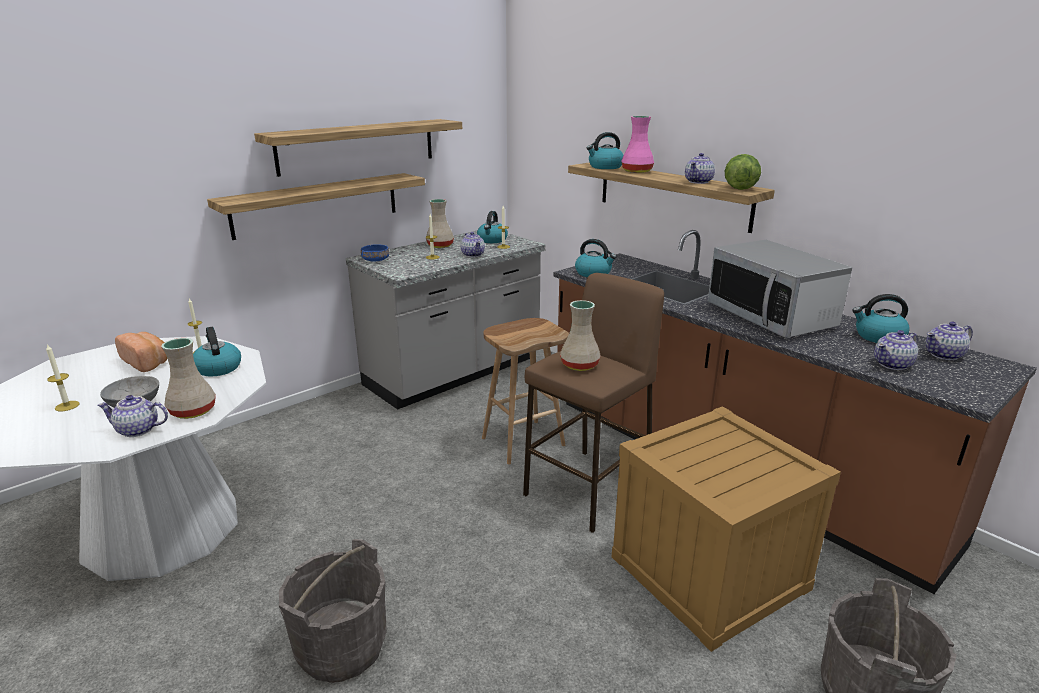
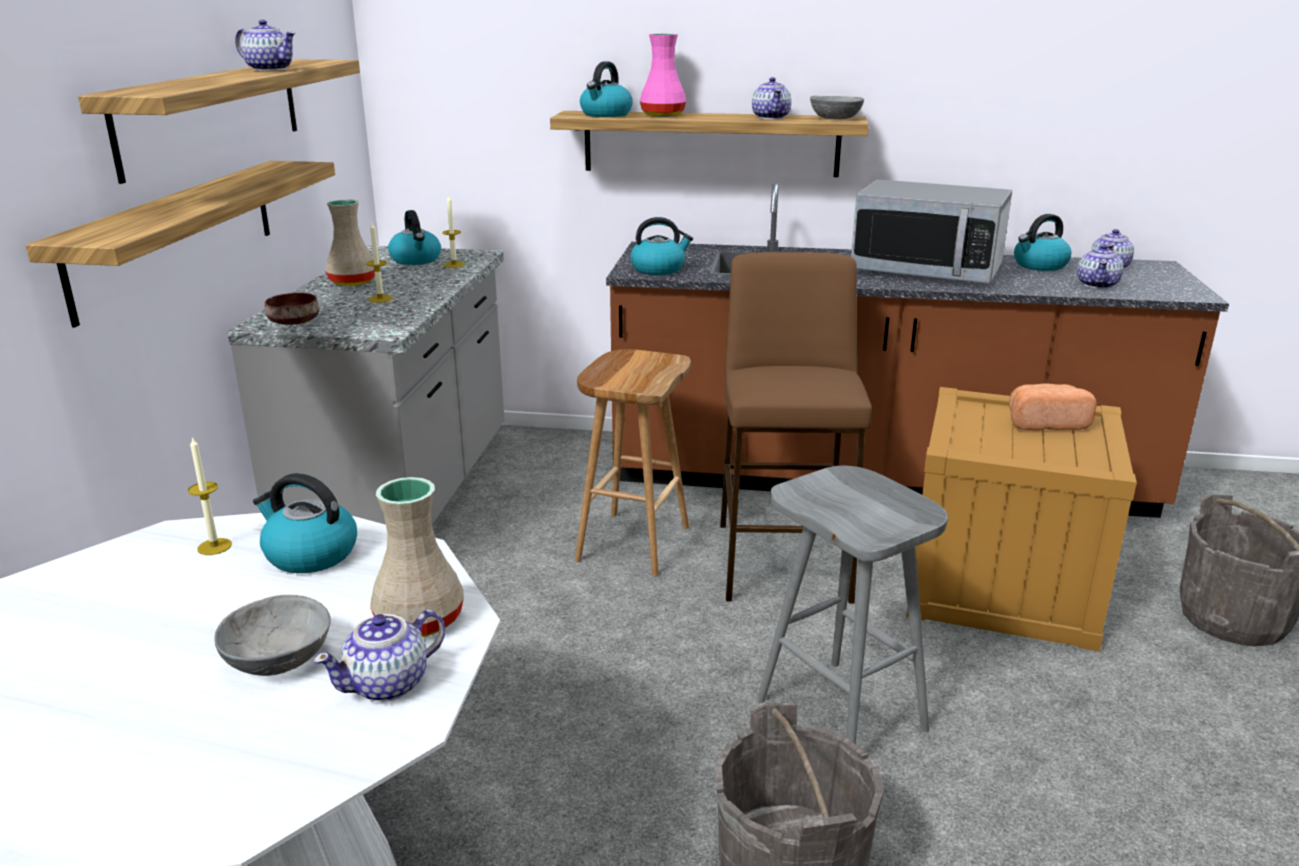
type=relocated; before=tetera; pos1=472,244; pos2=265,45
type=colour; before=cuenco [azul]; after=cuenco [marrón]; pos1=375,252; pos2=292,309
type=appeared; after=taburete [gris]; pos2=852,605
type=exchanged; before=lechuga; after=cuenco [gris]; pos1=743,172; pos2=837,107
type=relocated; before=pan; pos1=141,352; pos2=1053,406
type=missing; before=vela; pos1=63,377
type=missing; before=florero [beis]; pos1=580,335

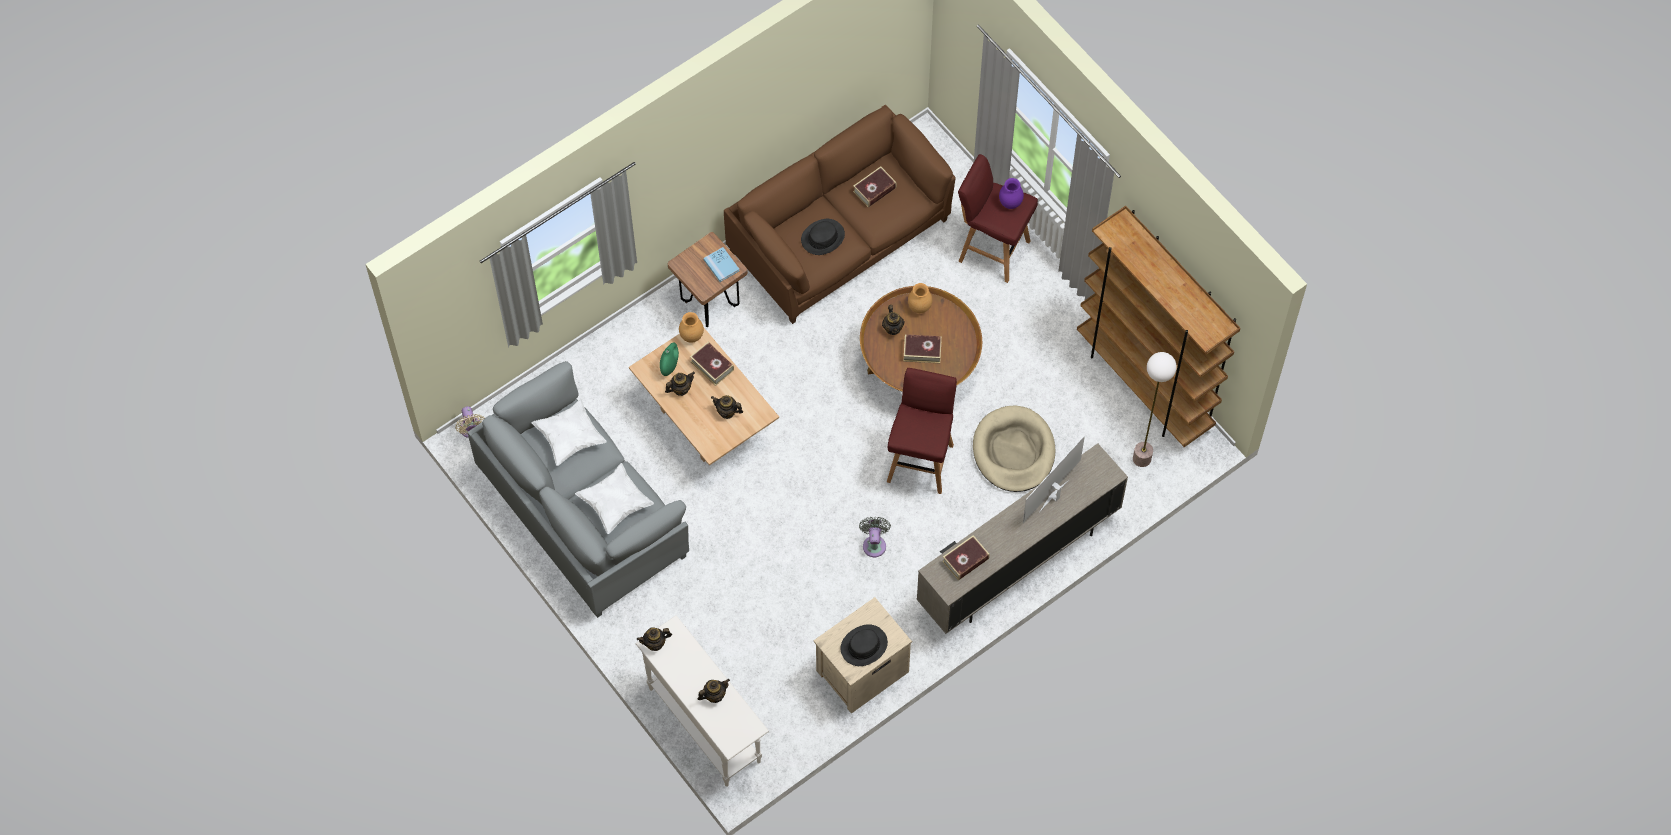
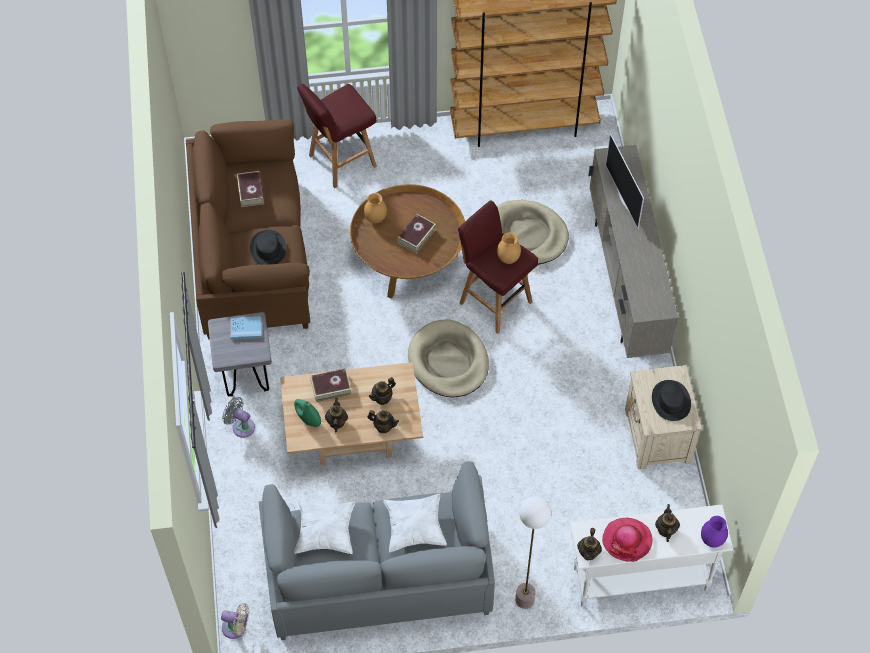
type=colour; before=taburete [marrón]; after=taburete [gris]; pos1=707,279; pos2=240,354
type=relocated; before=ventilador [gris]; pos1=875,537; pos2=238,417
type=relocated; before=tetera; pos1=893,320; pos2=383,421
type=appeared; after=cama para perro [beis]; pos2=448,358
type=relocated; before=florero [marrón]; pos1=691,327; pos2=509,248
type=relocated; before=lámpara de pie; pos1=1155,409; pos2=533,552
type=appeared; after=sombrero; pos2=627,540
type=relocated; before=florero [morado]; pos1=1011,193; pos2=714,531
type=missing; before=libro; pos1=966,557

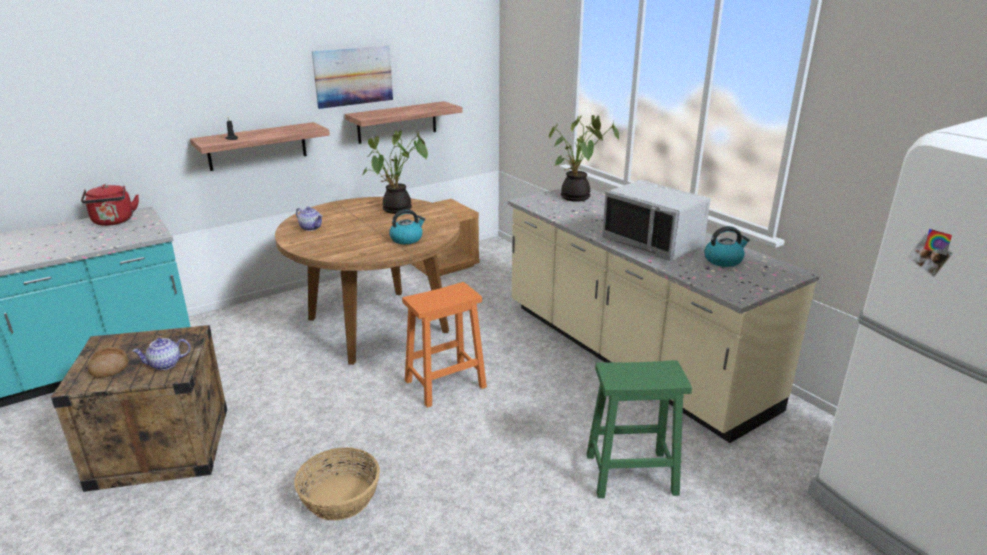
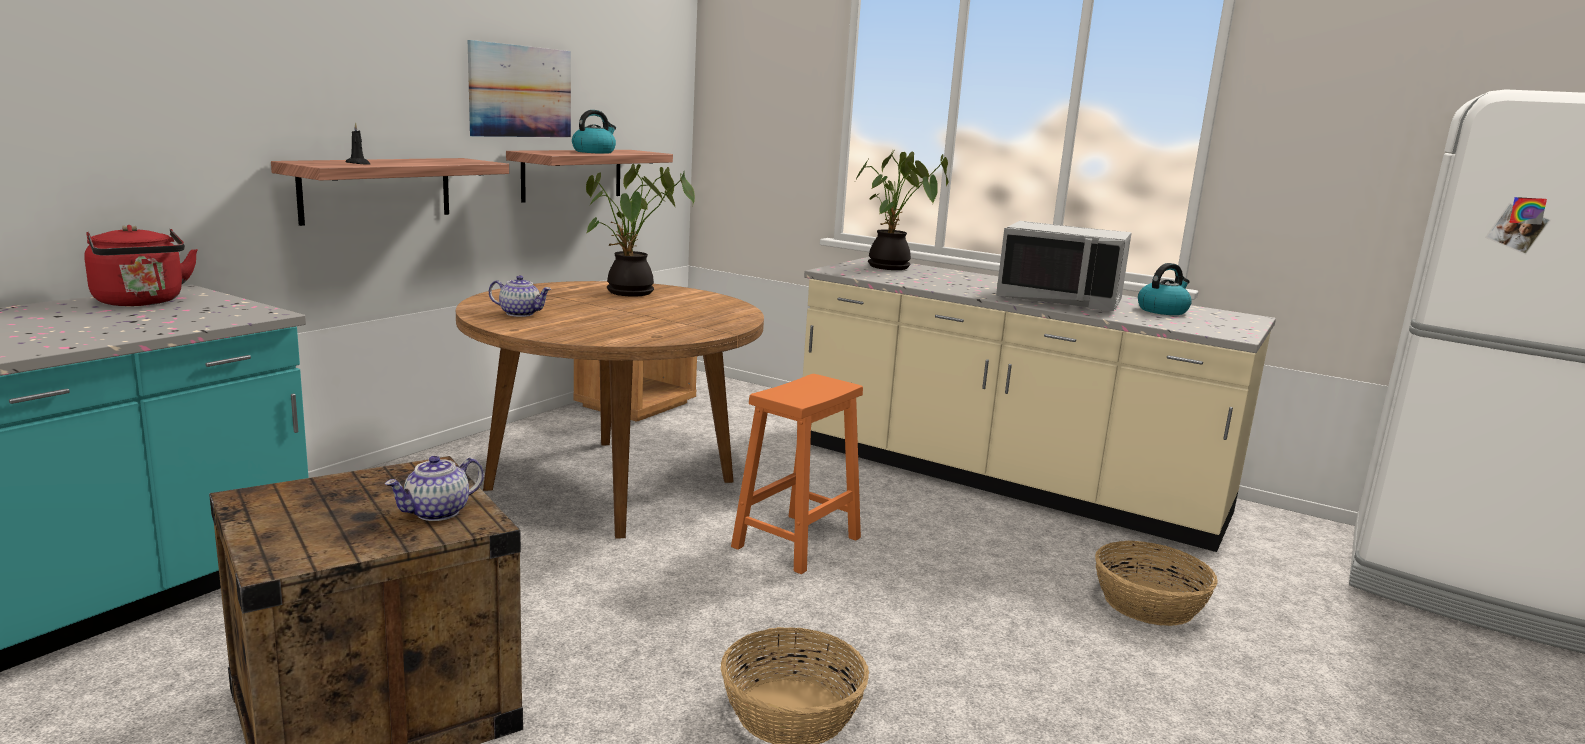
type=relocated; before=hervidor; pos1=407,226; pos2=594,132
type=exchanged; before=taburete [verde]; after=cesta; pos1=639,429; pos2=1156,583
type=missing; before=pan; pos1=108,362

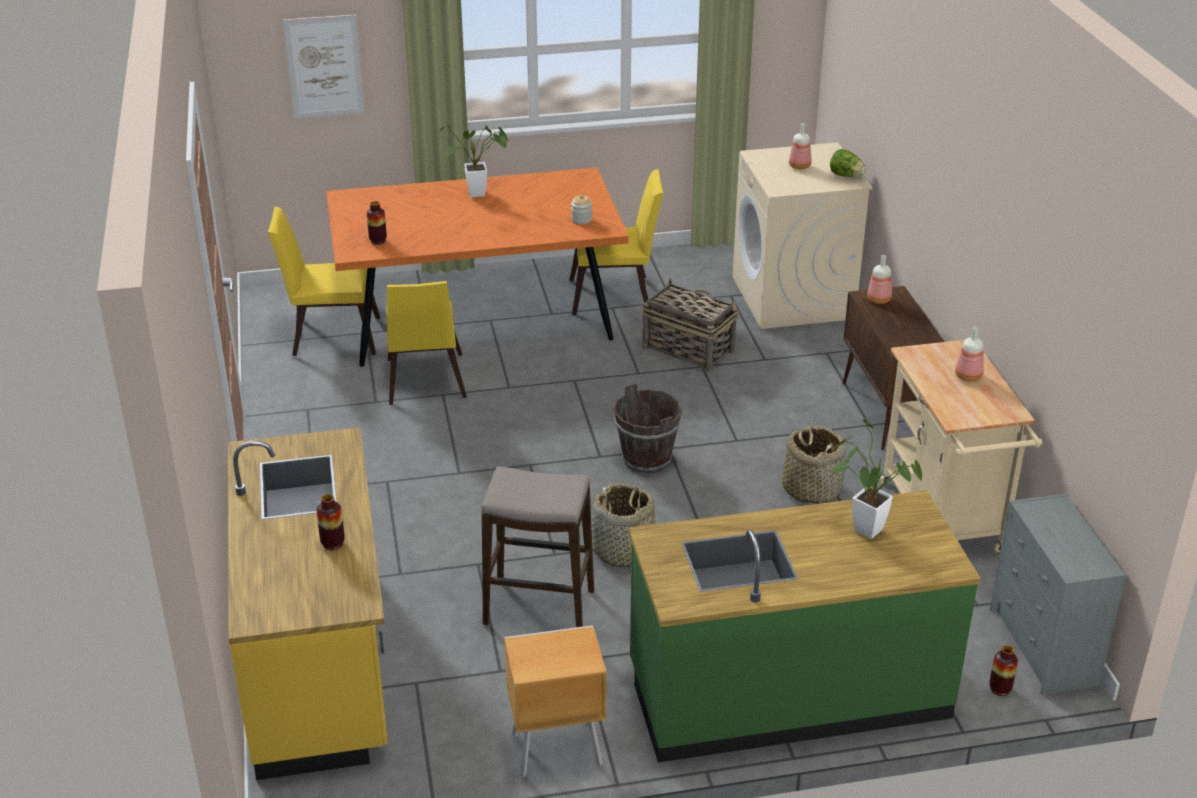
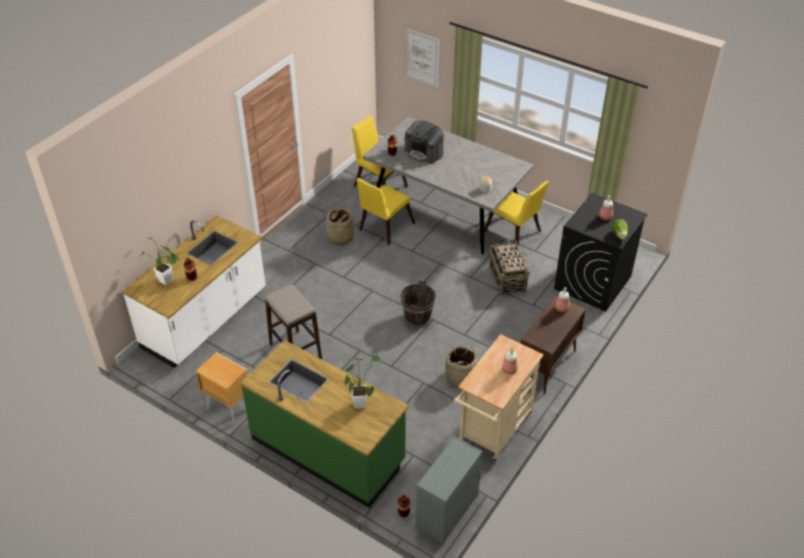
type=colour; before=mueble bajo de cocina [amarillo]; after=mueble bajo de cocina [blanco]; pos1=308,603; pos2=194,291
type=relocated; before=planta en maceta; pos1=474,160; pos2=160,261
type=relocated; before=cesta; pos1=623,525; pos2=340,226
type=colour; before=mesa de comedor [naranja]; after=mesa de comedor [gris]; pos1=477,267; pos2=448,185
type=appeared; after=cafetera; pos2=424,142
type=colour; before=lavadora [beis]; after=lavadora [negro]; pos1=803,235; pos2=601,252

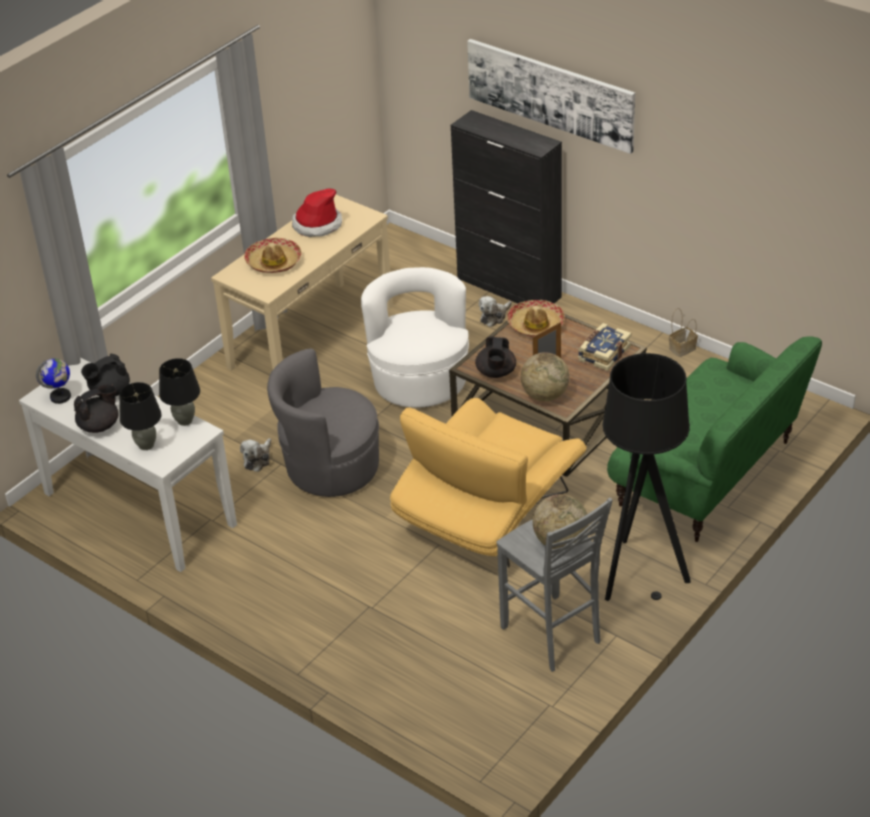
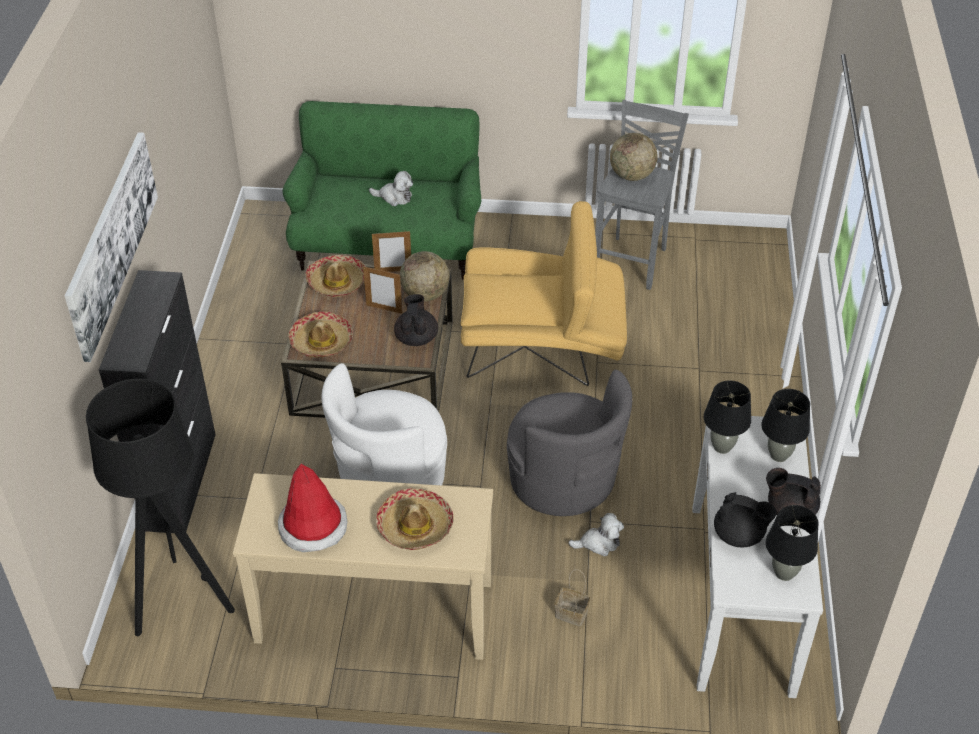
type=relocated; before=lámpara de pie [negro]; pos1=646,477; pos2=160,508
type=exchanged; before=libro; after=sombrero; pos1=604,347; pos2=335,276
type=relocated; before=peluche; pos1=495,311; pos2=391,188
type=appeared; after=portarretratos; pos2=391,251
type=spun; before=tetera [negro]; pos1=495,357; pos2=416,320; turn=-60
type=relocated; before=cesta; pos1=683,332; pos2=572,597
type=exchanged; before=globo terráqueo; after=lámpara de mesa [negro]; pos1=53,381; pos2=792,543

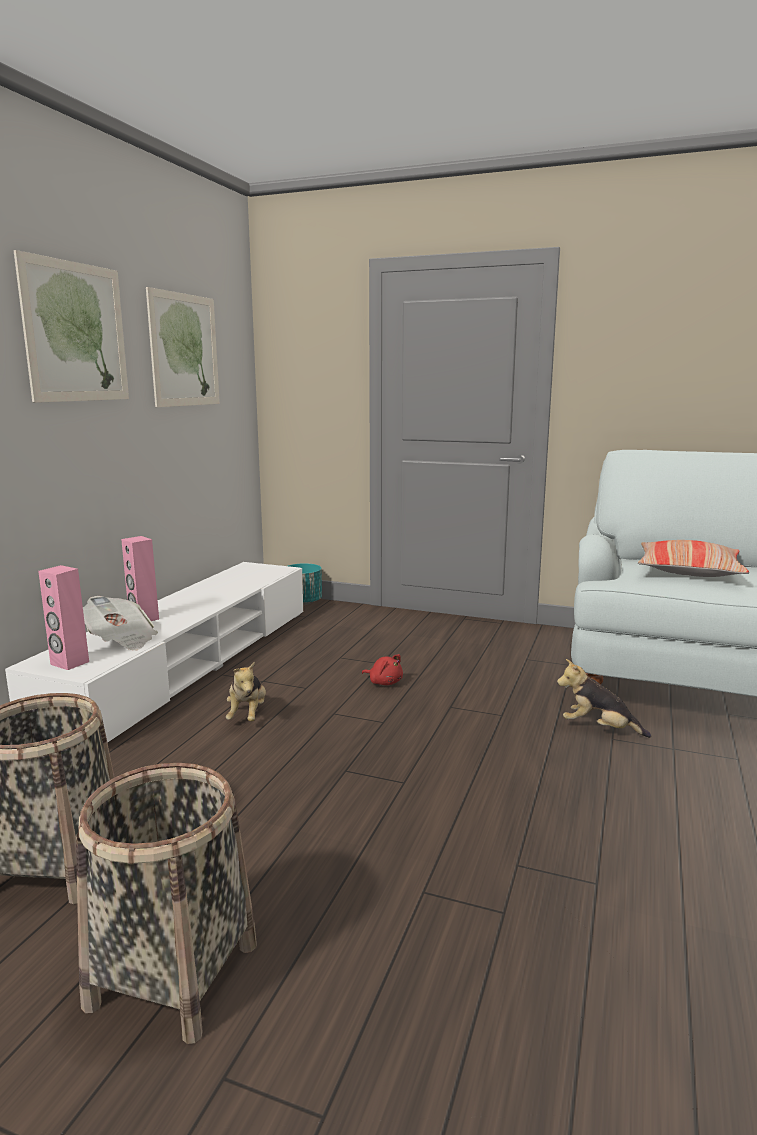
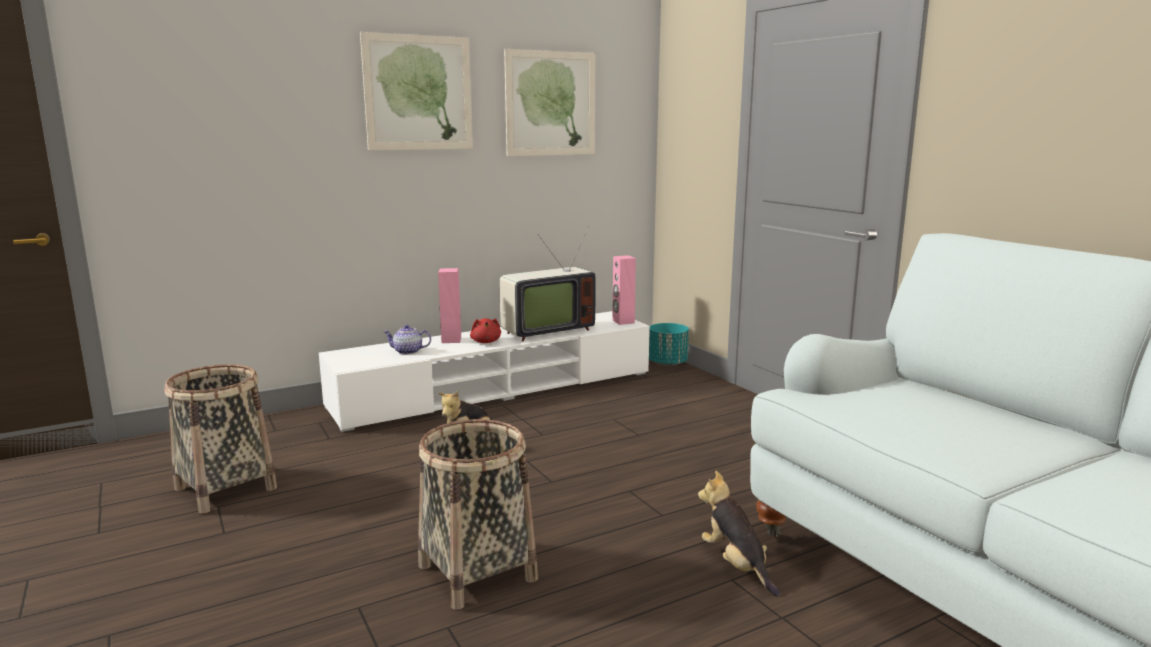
type=exchanged; before=periódico; after=tetera; pos1=120,623; pos2=407,340
type=relocated; before=cesta; pos1=166,903; pos2=478,514
type=relocated; before=peluche [rojo]; pos1=382,669; pos2=485,330
type=appeared; after=televisor; pos2=547,283
type=relocated; before=altavoz [rosa]; pos1=63,617; pos2=624,290
type=missing; before=cojín; pos1=693,558

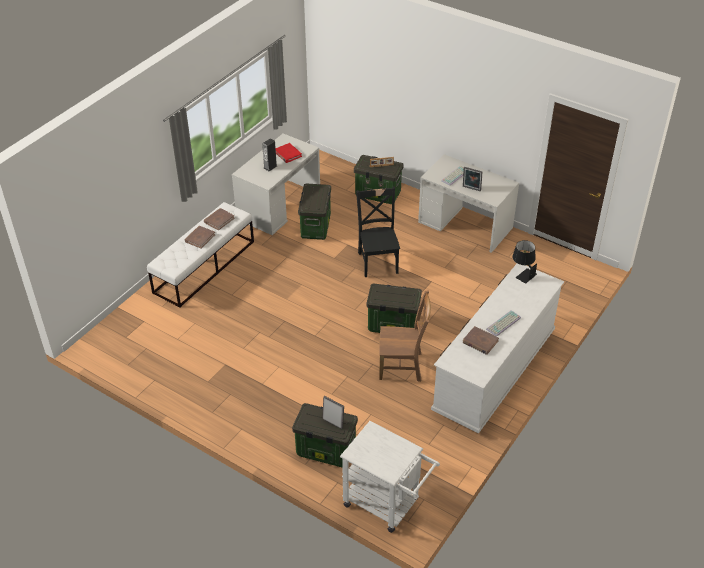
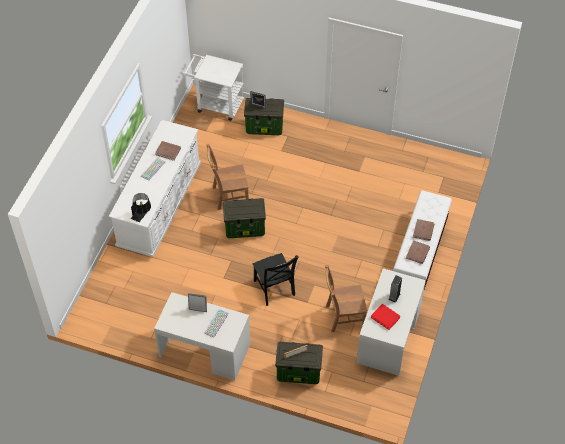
type=exchanged; before=caja de almacenaje; after=silla [marrón]; pos1=314,211; pos2=346,298

